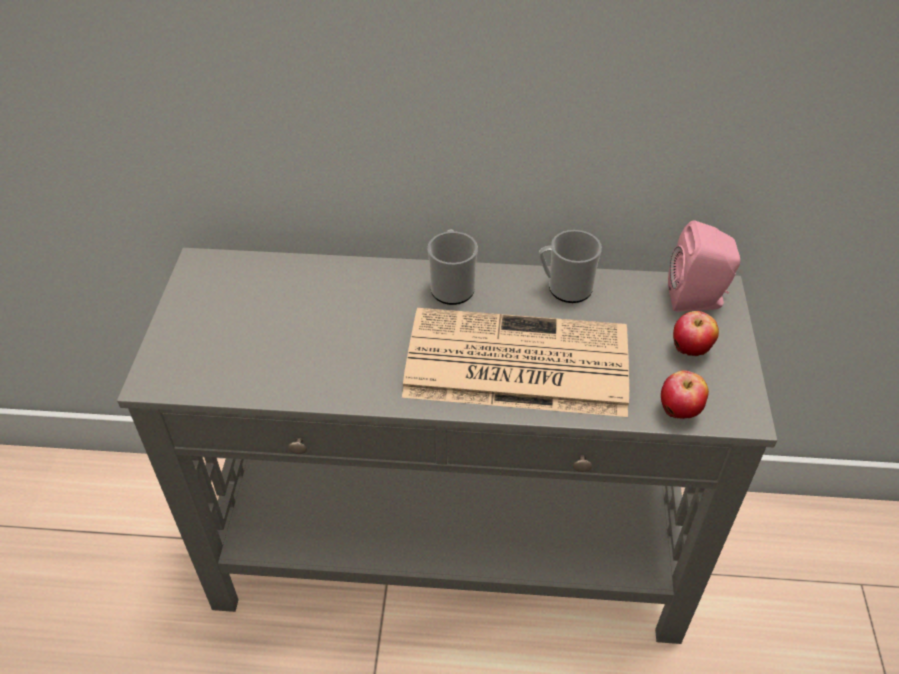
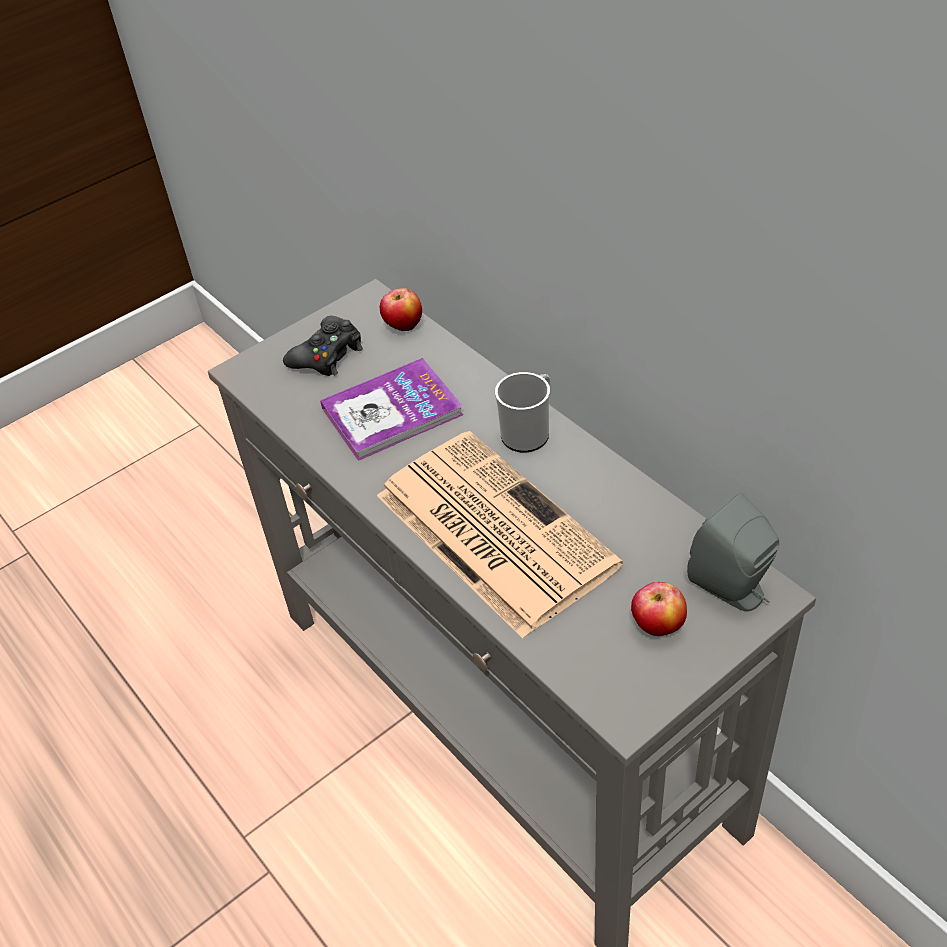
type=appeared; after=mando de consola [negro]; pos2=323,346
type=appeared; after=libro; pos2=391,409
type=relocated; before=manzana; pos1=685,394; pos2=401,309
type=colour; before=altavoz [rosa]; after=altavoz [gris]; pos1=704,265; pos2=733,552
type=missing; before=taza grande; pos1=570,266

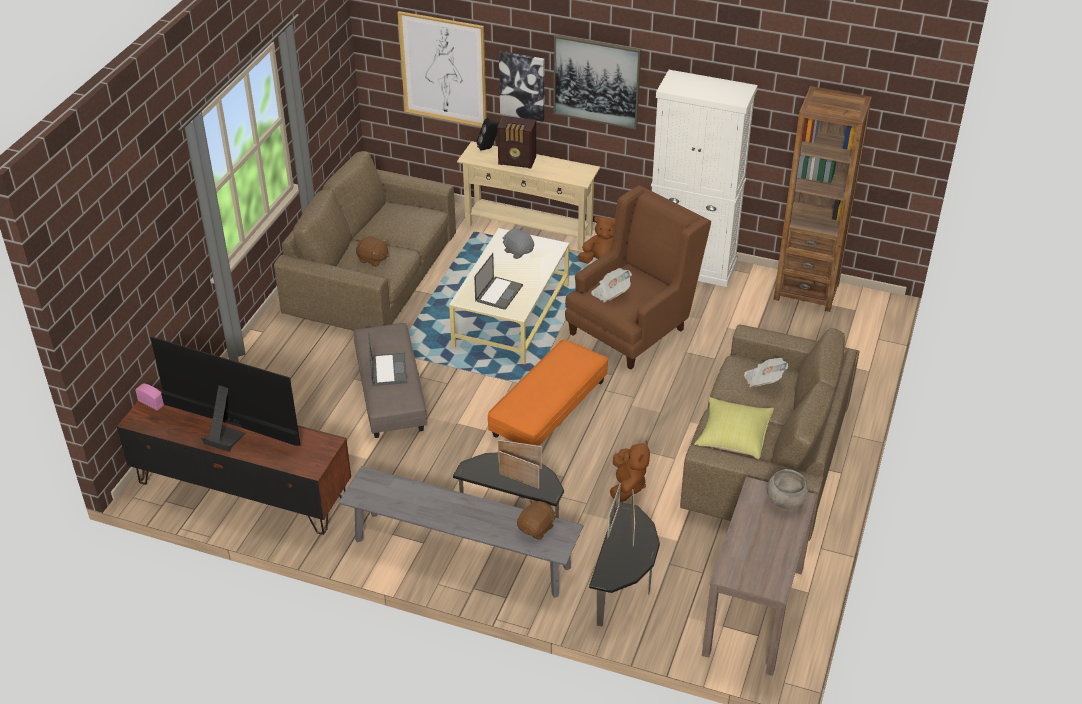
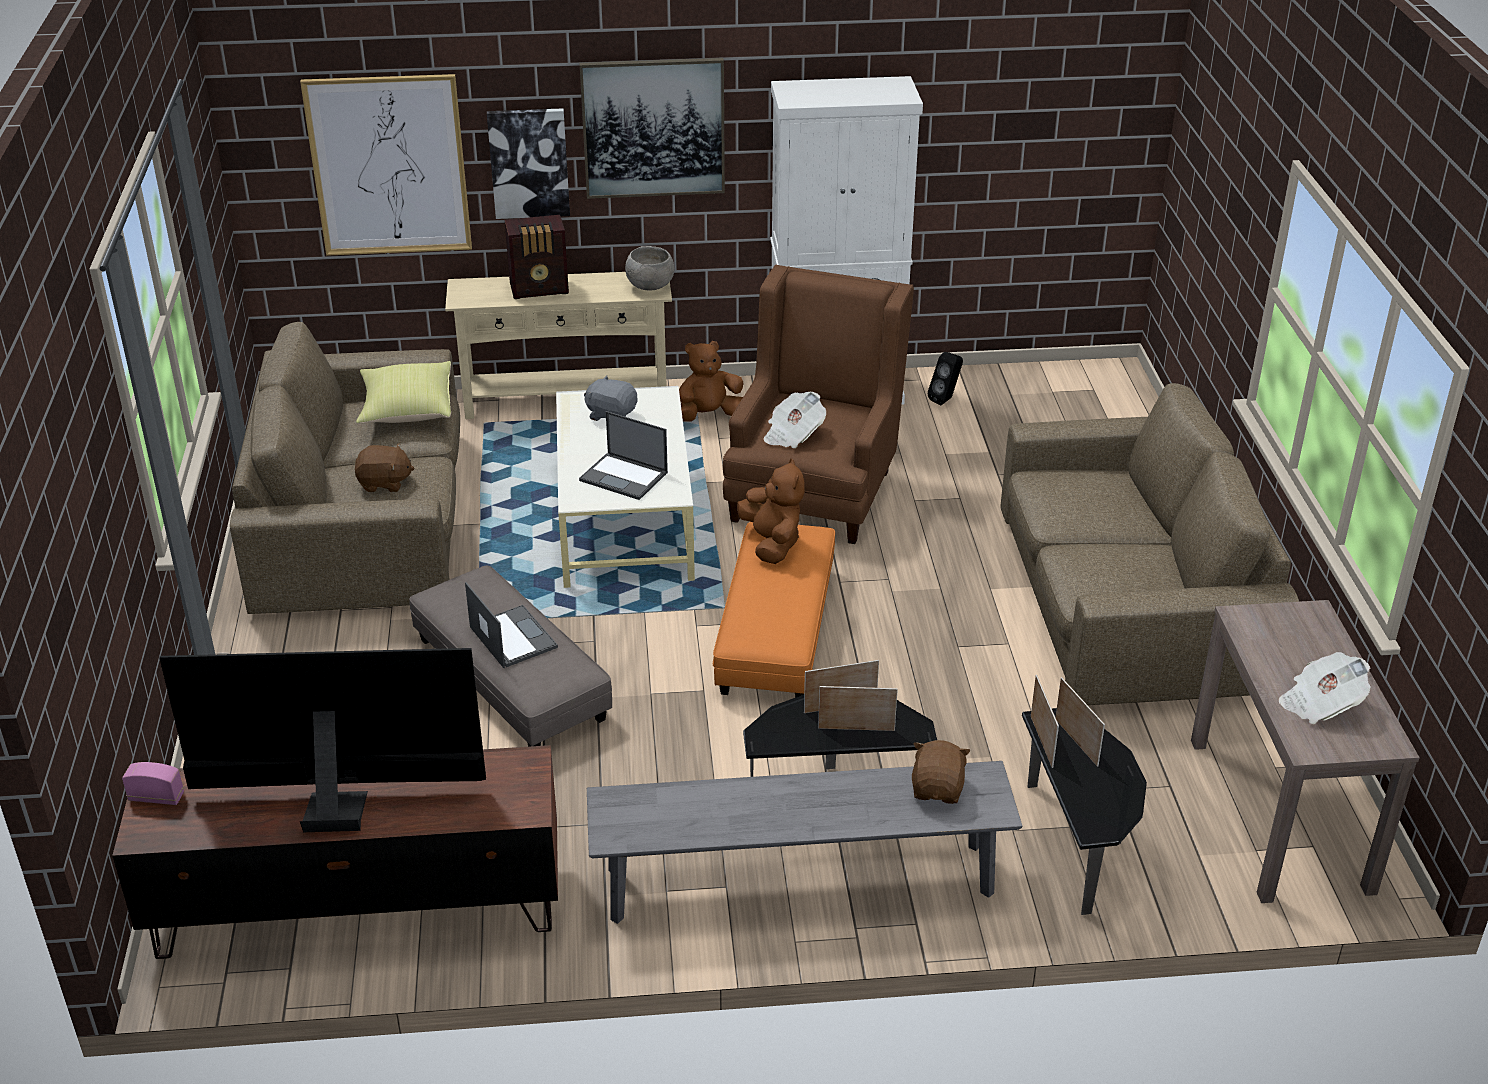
type=relocated; before=cojín [amarillo]; pos1=734,428; pos2=403,392
type=spun; before=portátil; pos1=498,281; pos2=623,455; turn=120
type=relocated; before=cuenco [gris]; pos1=787,489; pos2=649,268
type=relocated; before=peluche [marrón]; pos1=630,471; pos2=771,511
type=relocated; before=altavoz [negro]; pos1=488,134; pos2=945,378
type=relocated; before=periódico; pos1=766,372; pos2=1325,688
type=missing; before=estantería [marrón]; pos1=822,199

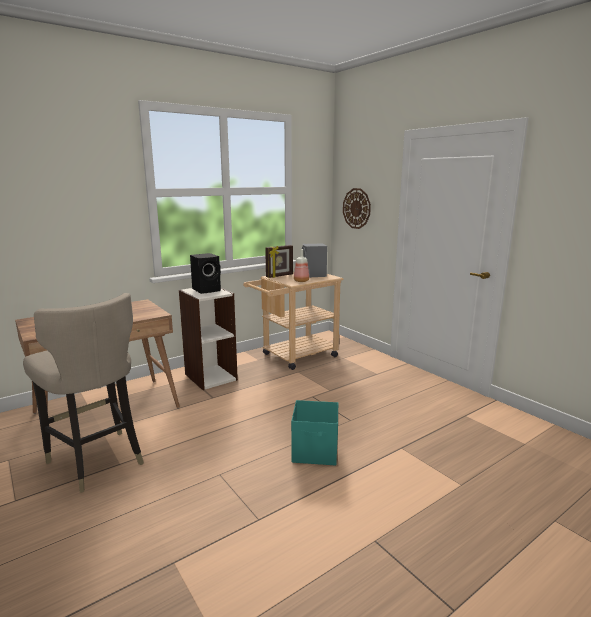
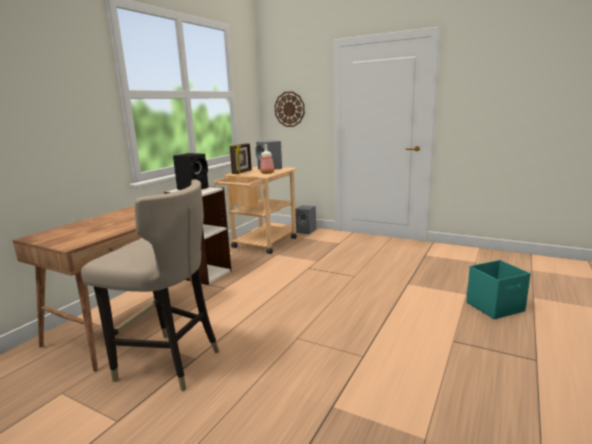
type=appeared; after=altavoz [gris]; pos2=305,219
type=relocated; before=caja de almacenaje [turquesa]; pos1=314,432; pos2=498,289

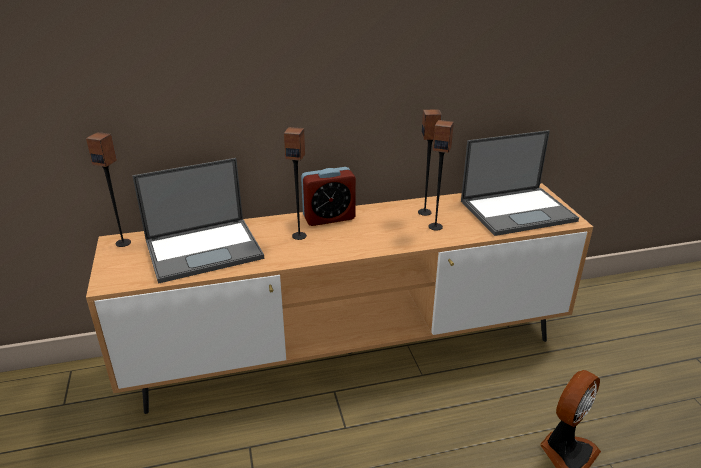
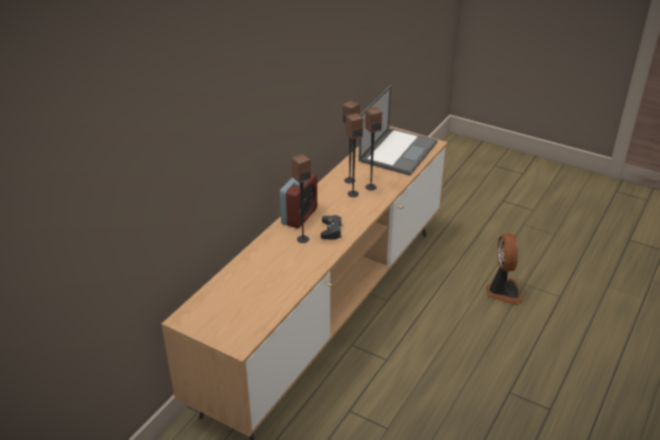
type=appeared; after=mando de consola [negro]; pos2=331,227
type=relocated; before=altavoz; pos1=108,189; pos2=354,155
type=missing; before=portátil; pos1=198,221

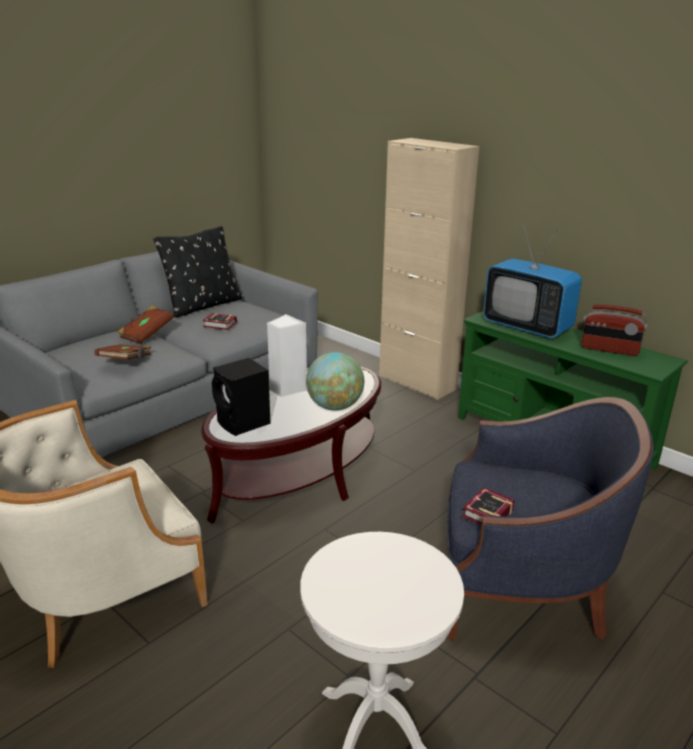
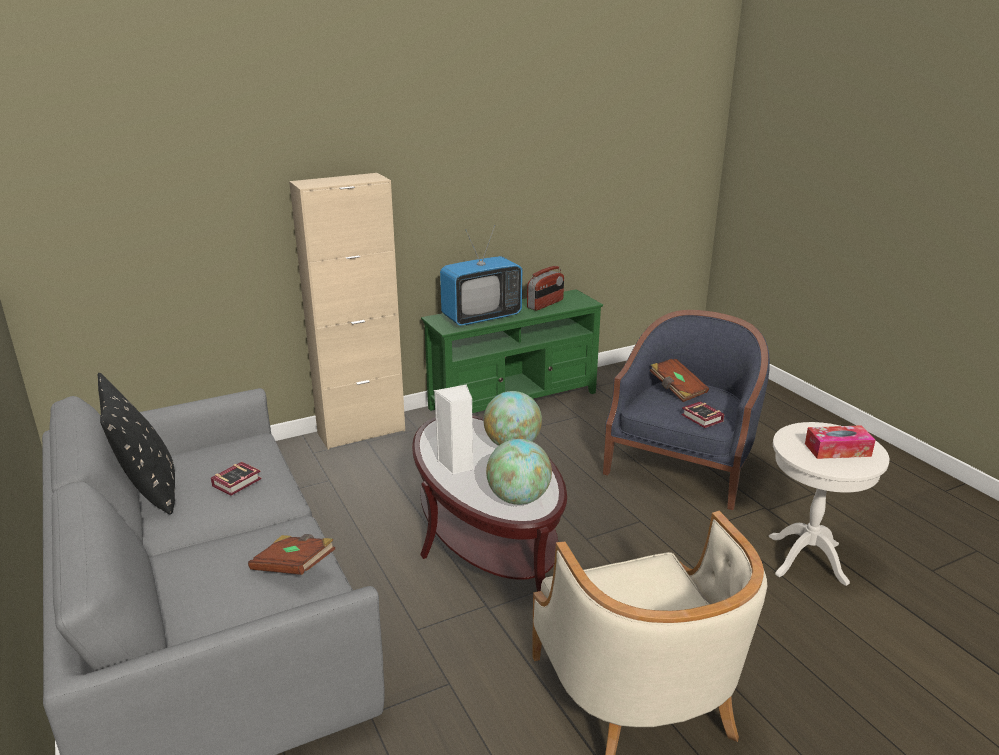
type=exchanged; before=altavoz [negro]; after=globo terráqueo; pos1=241,397; pos2=519,472
type=relocated; before=libro [marrón]; pos1=145,325; pos2=679,380
type=appeared; after=caja de pañuelos; pos2=840,442

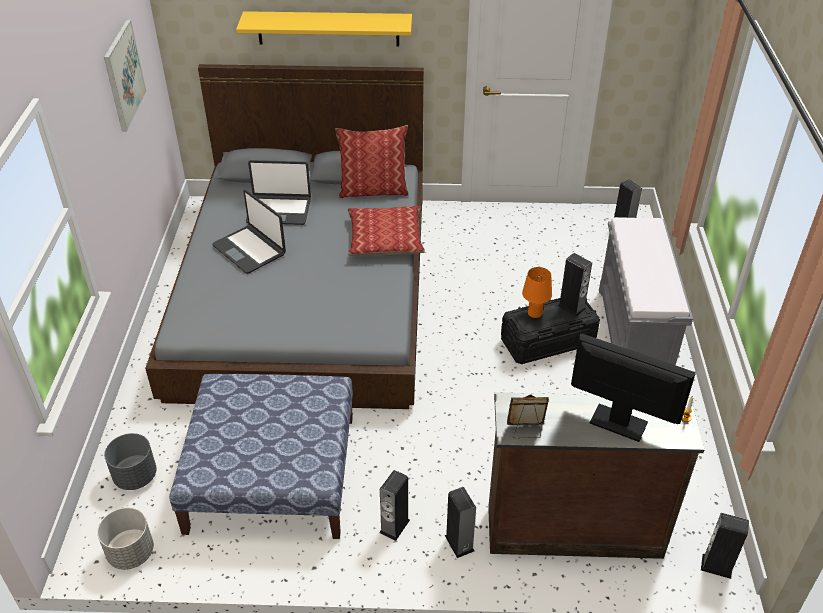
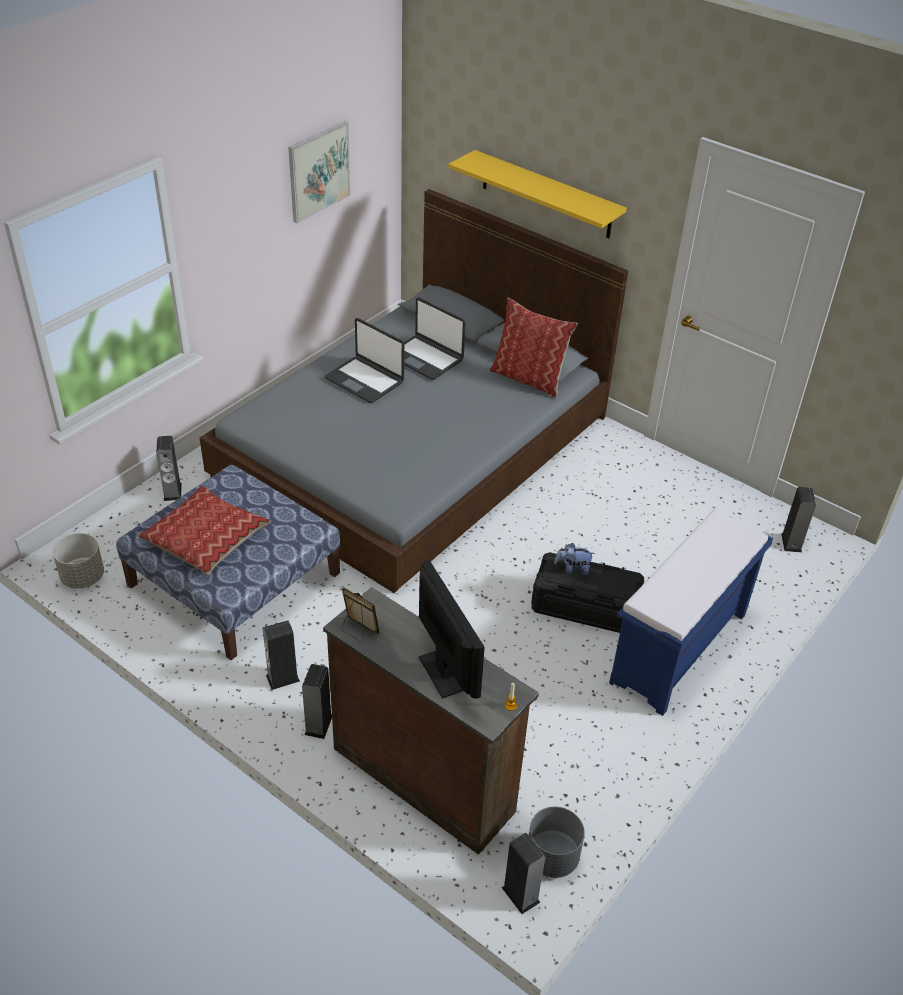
type=relocated; before=cojín; pos1=386,231; pos2=204,530
type=relocated; before=altavoz; pos1=574,285; pos2=169,468
type=spun; before=portátil; pos1=249,232; pos2=365,360; turn=-45
type=relocated; before=maceta [gris]; pos1=130,461; pos2=557,842
type=exchanged; before=lámpara de mesa [naranja]; after=peluche; pos1=537,293; pos2=574,559
type=colour; before=banco [gris]; after=banco [azul]; pos1=646,291; pos2=691,612

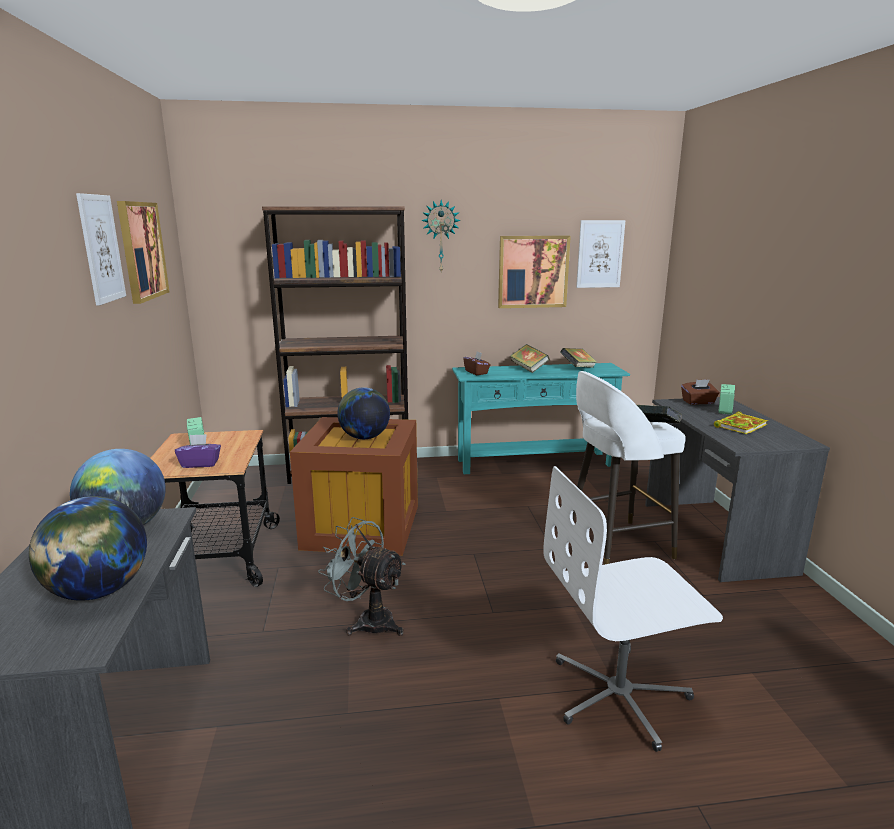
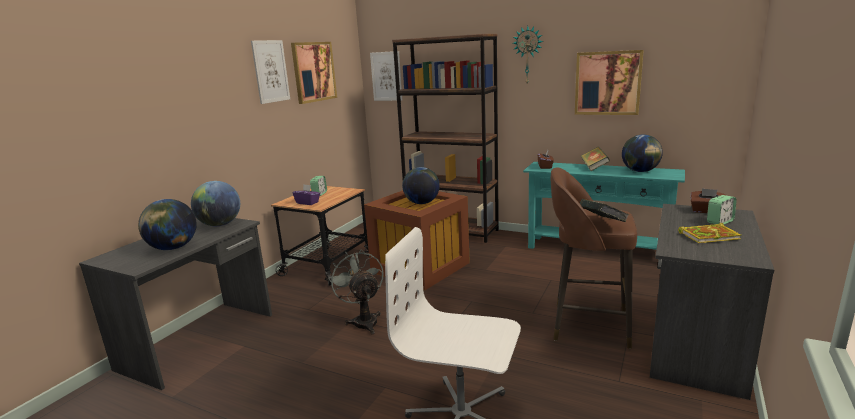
type=relocated; before=cuadro; pos1=601,254; pos2=386,76
type=colour; before=taburete [blanco]; after=taburete [marrón]; pos1=629,468; pos2=594,258
type=exchanged; before=libro; after=globo terráqueo; pos1=578,358; pos2=642,153

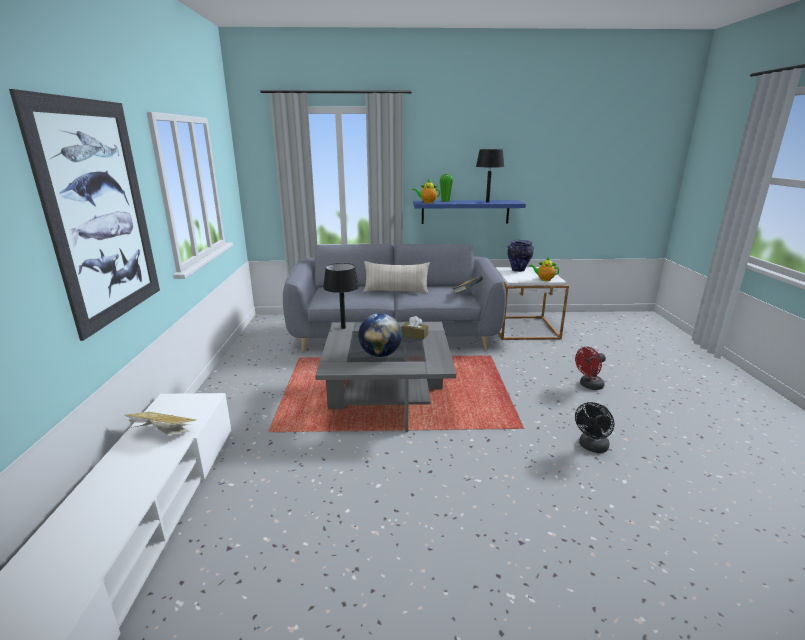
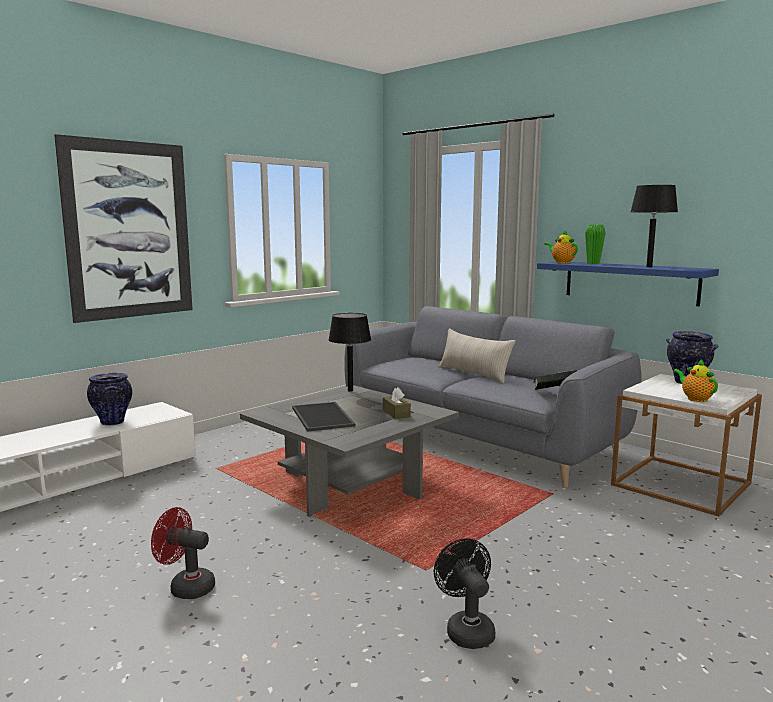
type=exchanged; before=libro; after=florero; pos1=160,424; pos2=109,399
type=relocated; before=ventilador [rojo]; pos1=590,368; pos2=183,553
type=exchanged; before=globo terráqueo; after=bandeja; pos1=380,335; pos2=324,417
type=spun; before=ventilador [negro]; pos1=595,427; pos2=464,593; turn=75

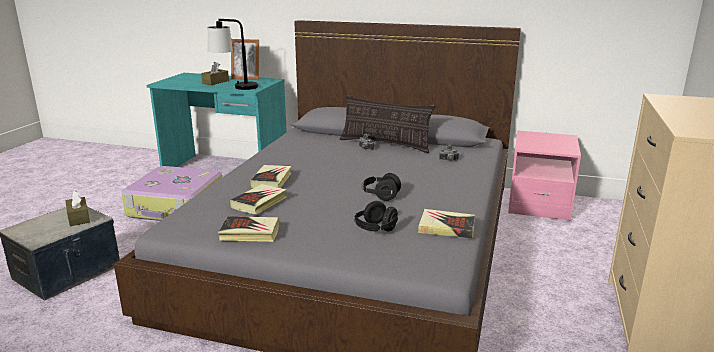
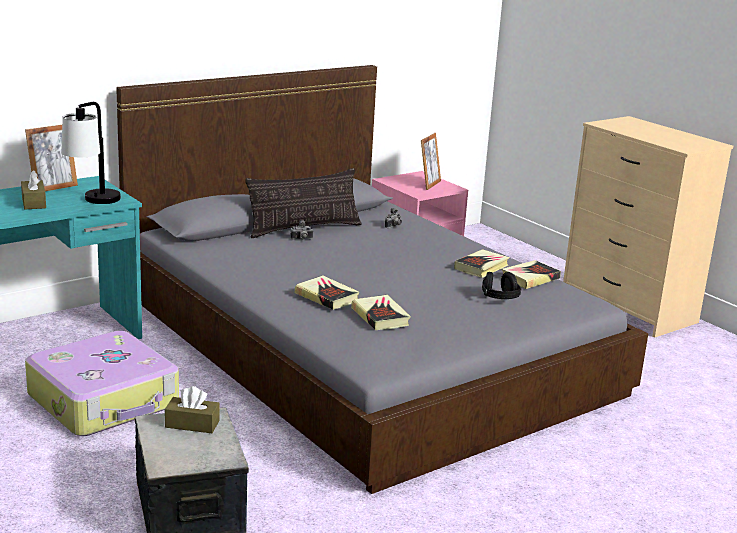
type=appeared; after=portarretratos; pos2=431,161
type=relocated; before=libro; pos1=249,229; pos2=482,263
type=missing; before=auriculares [negro]; pos1=381,187

